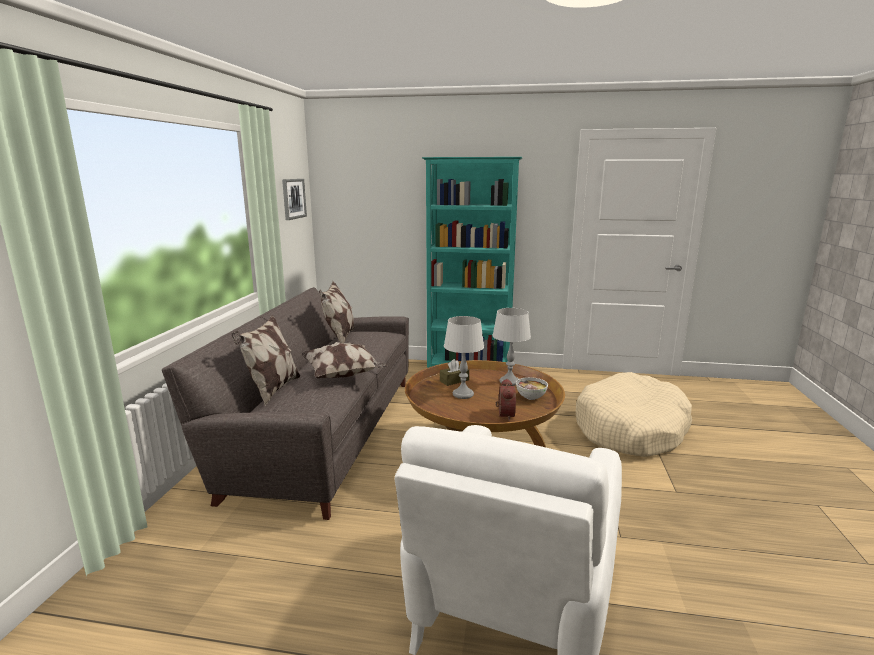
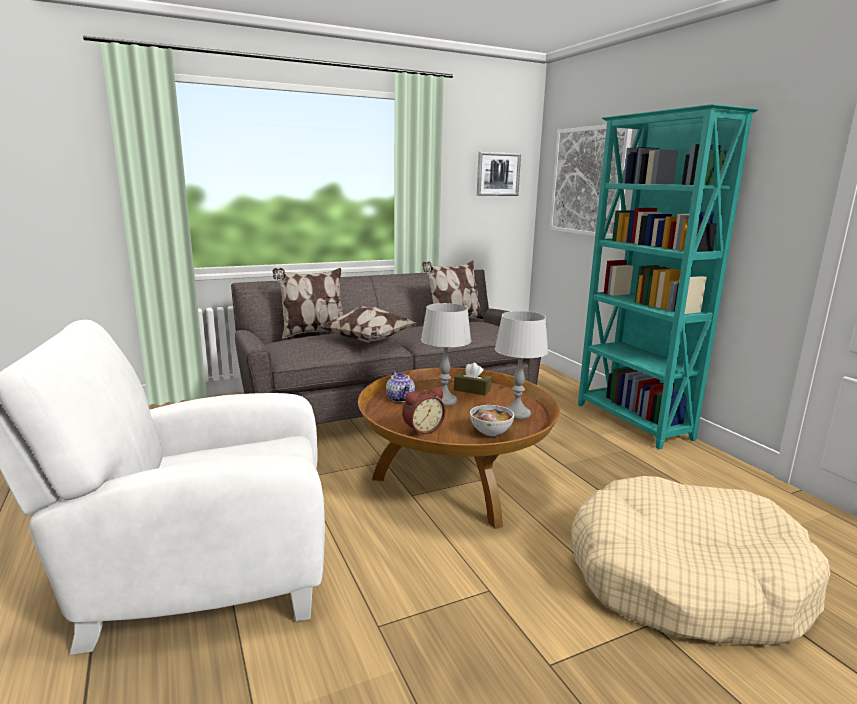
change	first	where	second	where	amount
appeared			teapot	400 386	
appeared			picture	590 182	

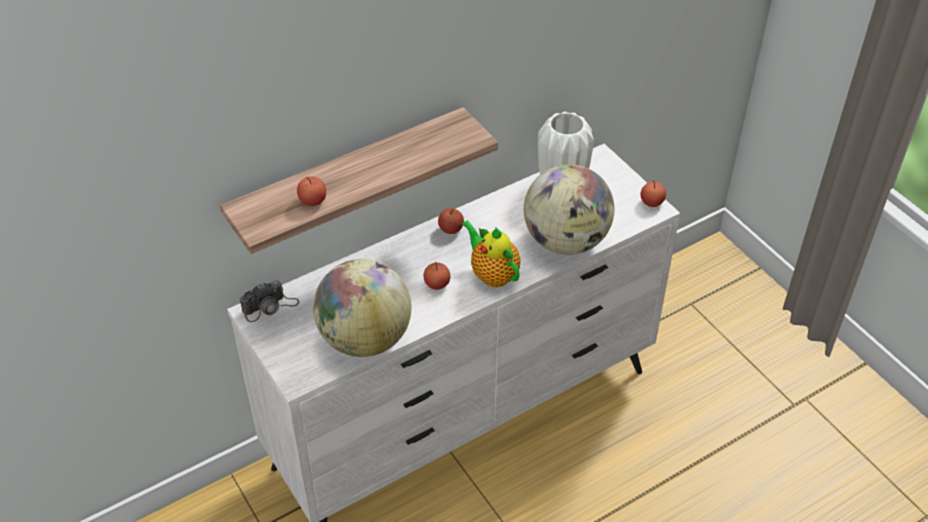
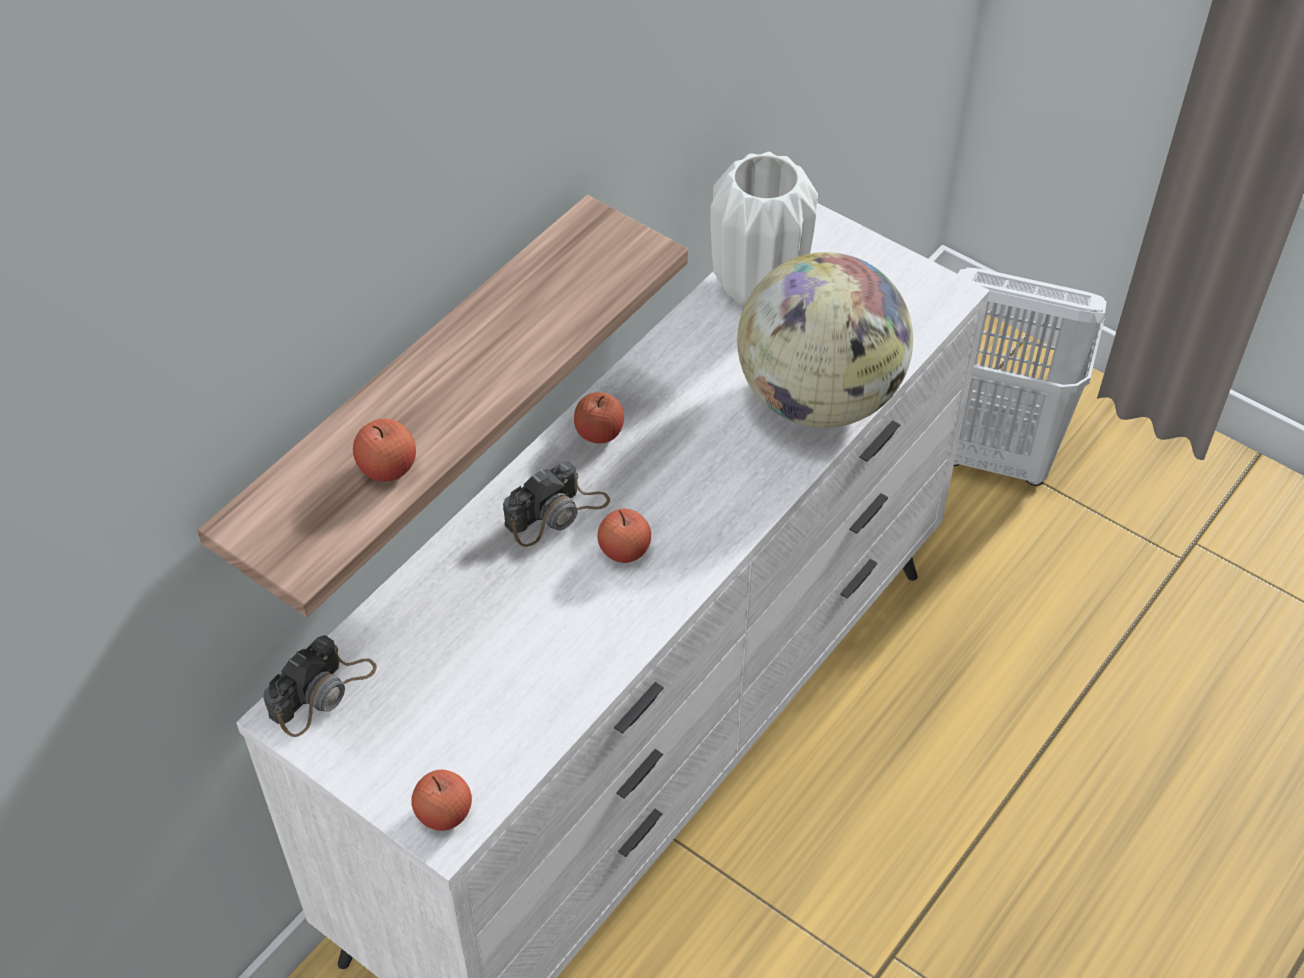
change	first	where	second	where	amount
missing	globe	362 308			
missing	teapot	490 253			
relocated	apple	653 193		442 800	
appeared			photo camera	556 504	
appeared			laundry basket in white	1030 377	

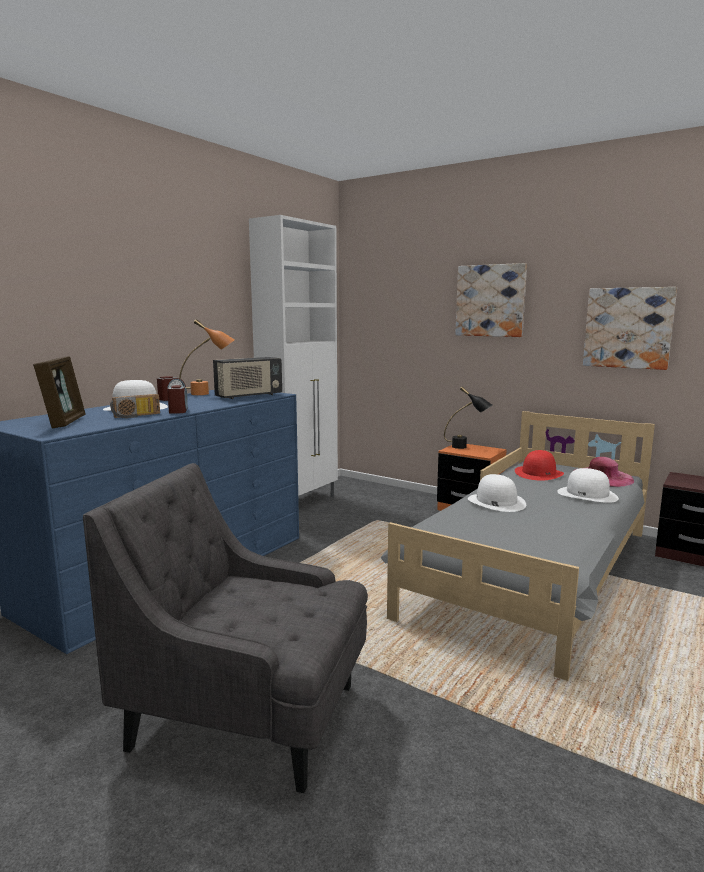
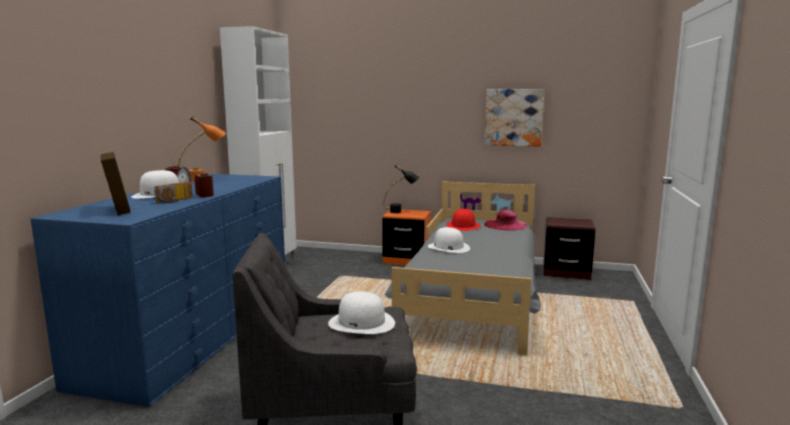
change	first	where	second	where	amount
missing	radio	247 378			
missing	picture	491 300			
relocated	hat in white	588 485		361 312	

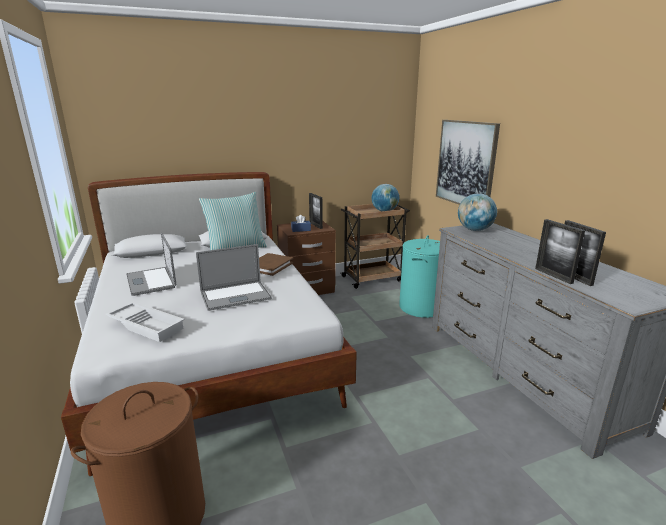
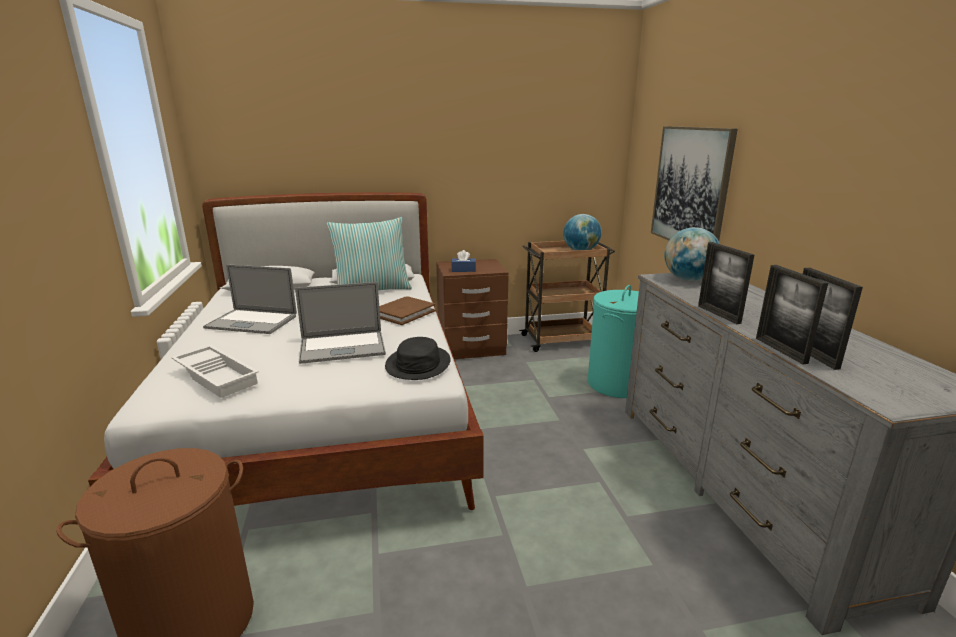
change	first	where	second	where	amount
spun	laptop	151 264		250 299	60 degrees counterclockwise
relocated	picture frame	316 211		726 283	
appeared			hat in black	418 358	

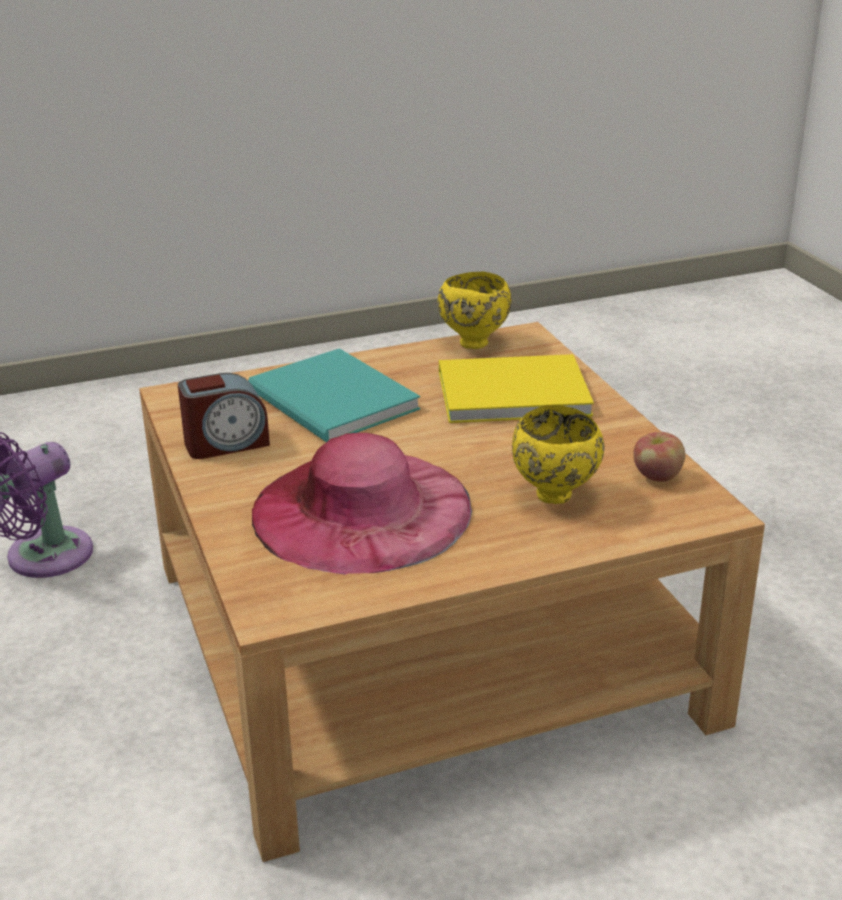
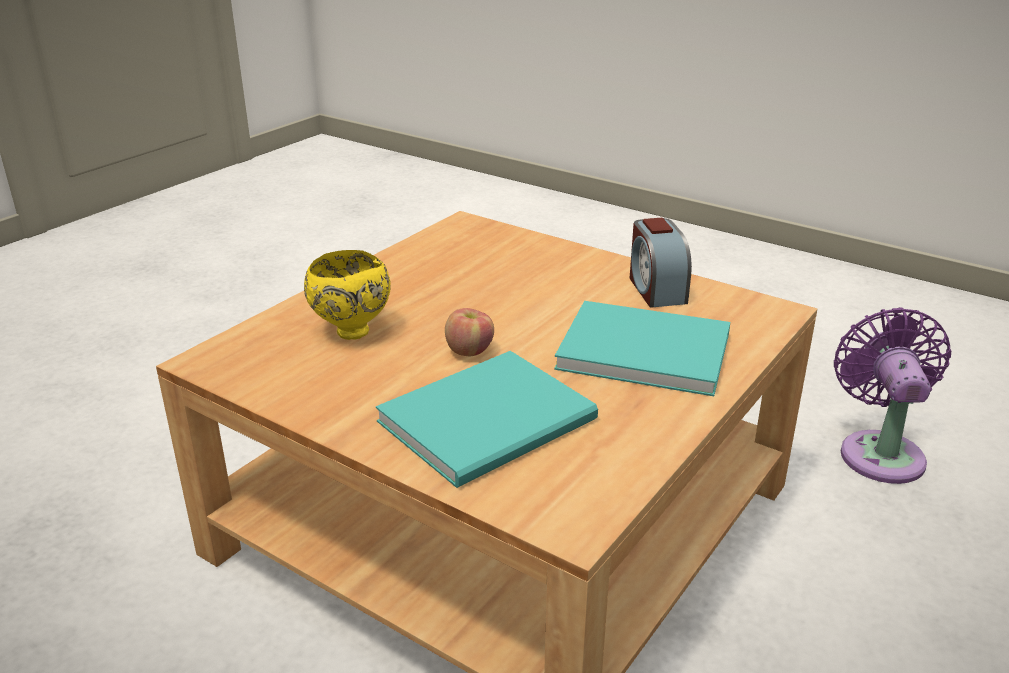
change	first	where	second	where	amount
spun	alarm clock	224 416		661 263	45 degrees counterclockwise
missing	hat in pink	362 504			
missing	bowl in yellow	475 310			
colour	book in yellow	516 388	book in turquoise	487 419	
relocated	apple	659 457		469 332	

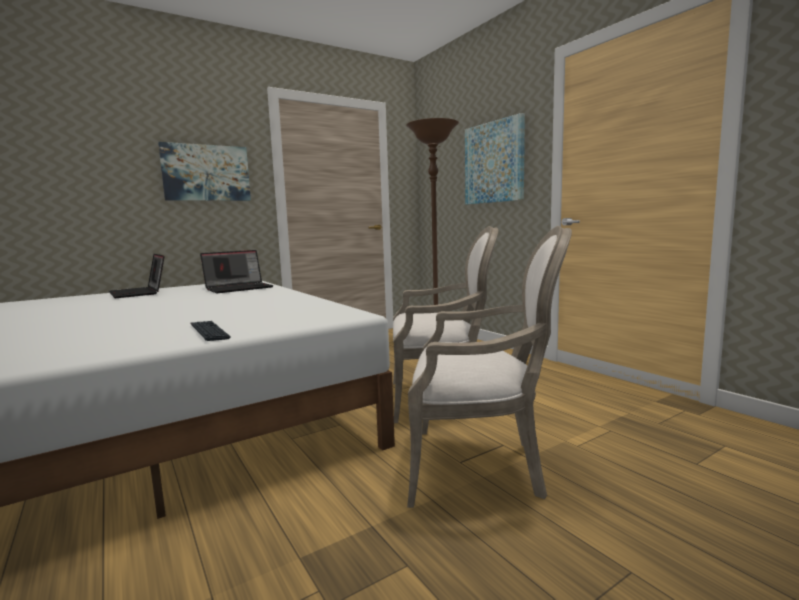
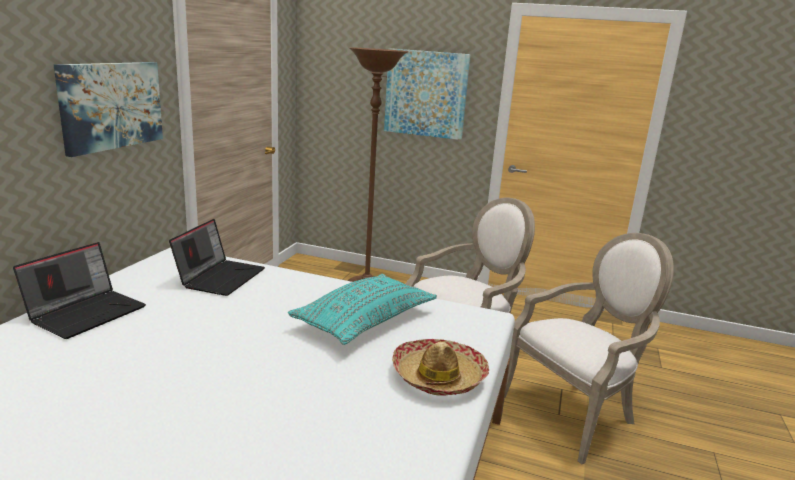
change	first	where	second	where	amount
spun	laptop	137 276		79 290	75 degrees counterclockwise
exchanged	keyboard	210 331	hat	441 367	
appeared			pillow in turquoise	362 309	

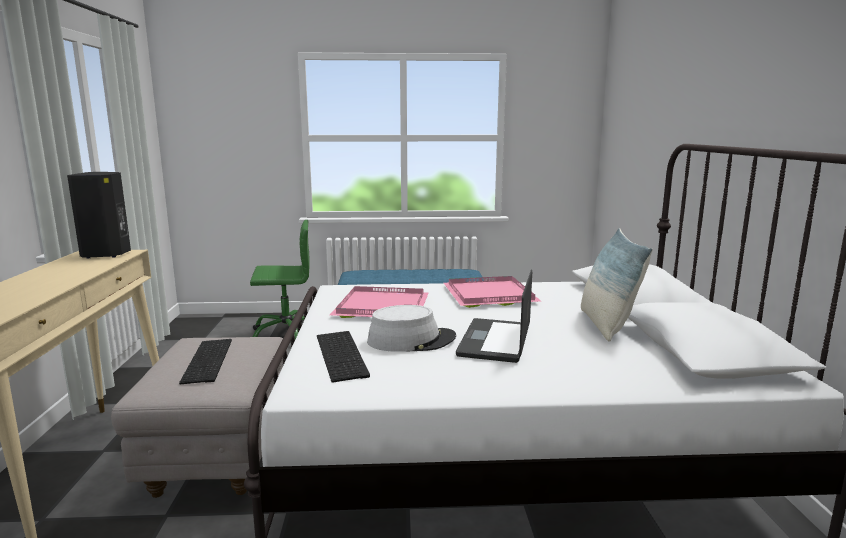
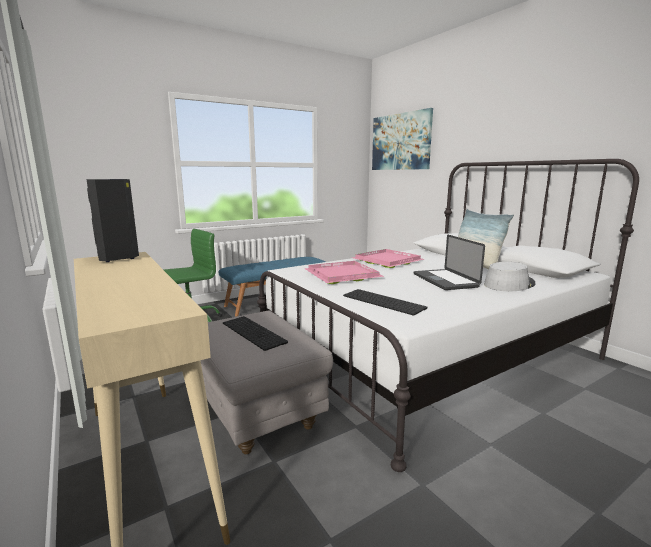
change	first	where	second	where	amount
relocated	hat in grey	411 328		510 276	
appeared			picture	402 139	

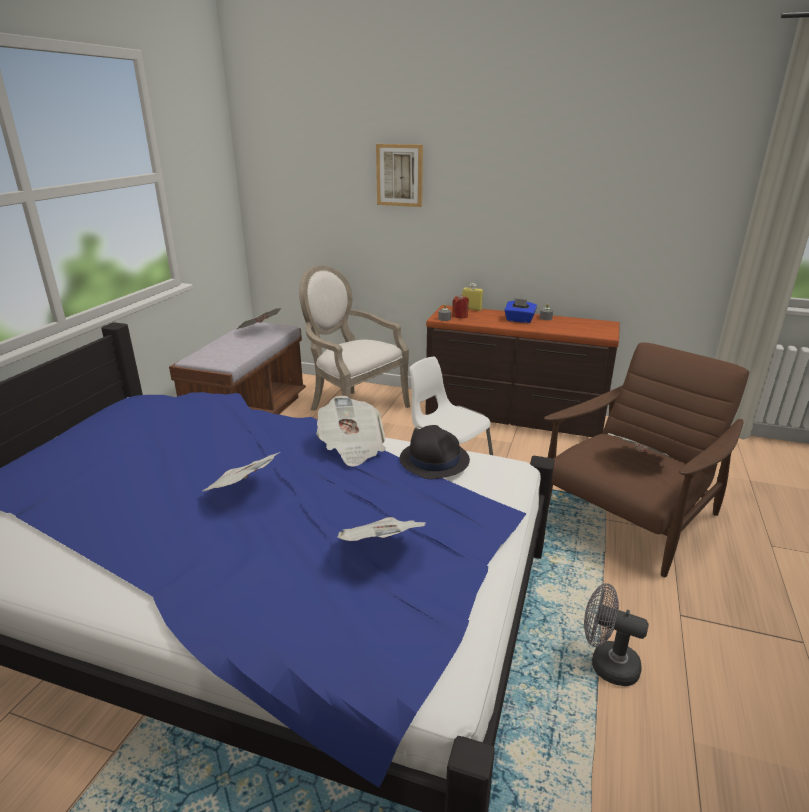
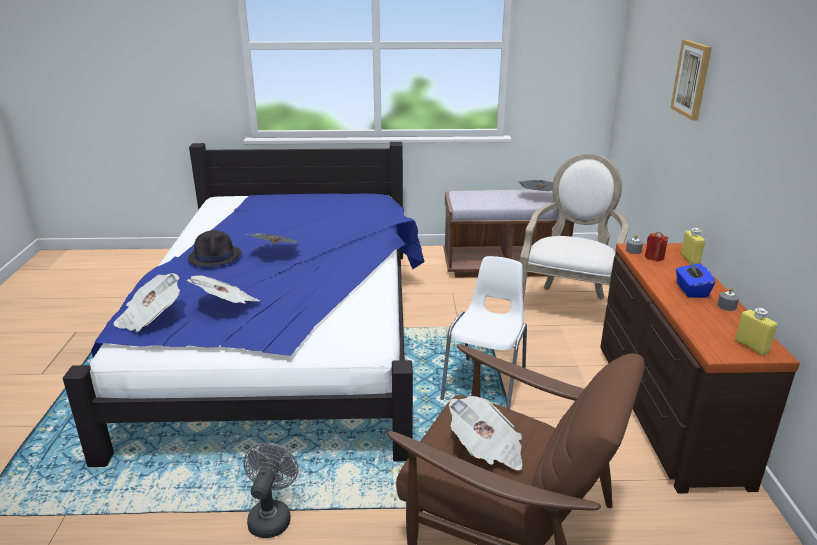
change	first	where	second	where	amount
relocated	newspaper	351 431		147 302	
relocated	hat in black	435 452		214 248	
appeared			bottle in yellow	756 332	

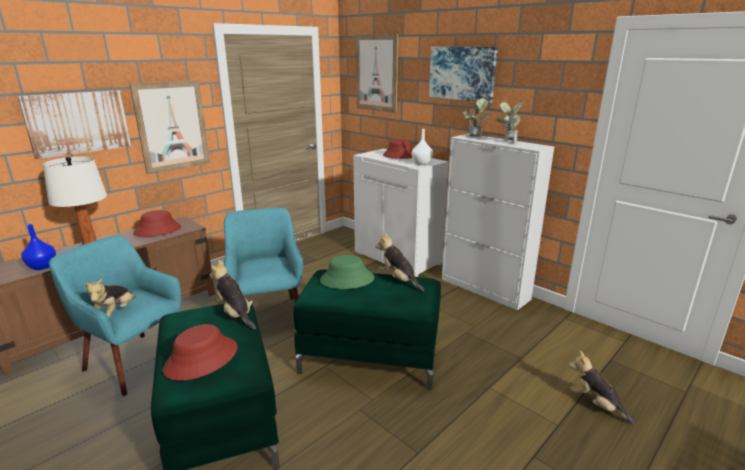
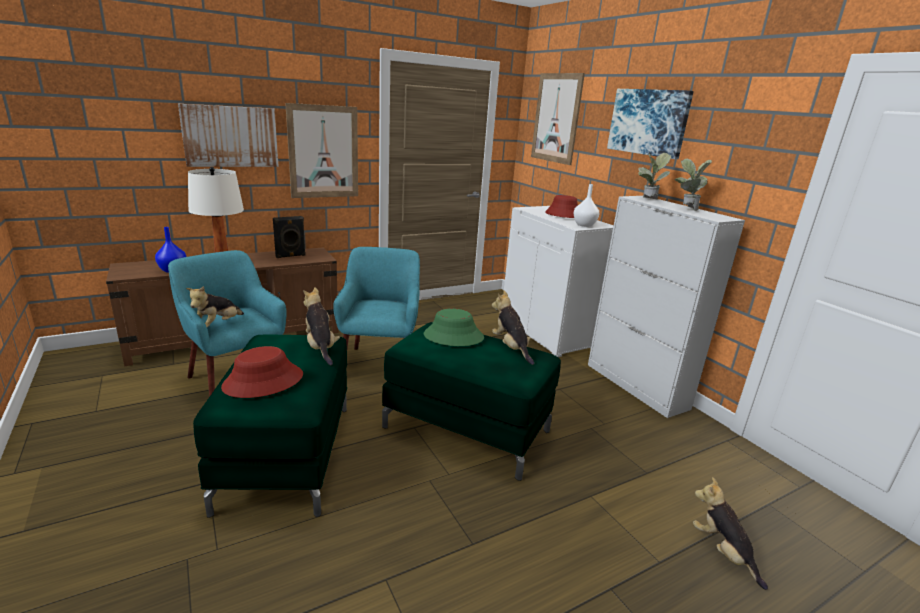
change	first	where	second	where	amount
exchanged	hat in red	157 223	speaker in black	289 237	

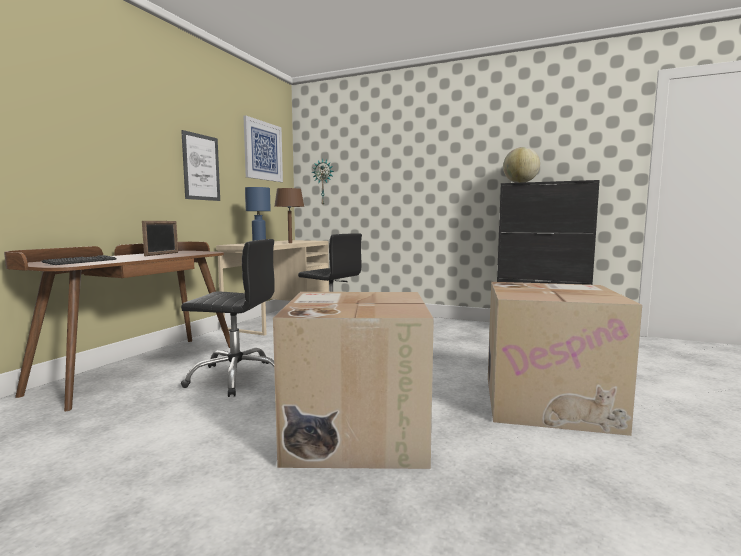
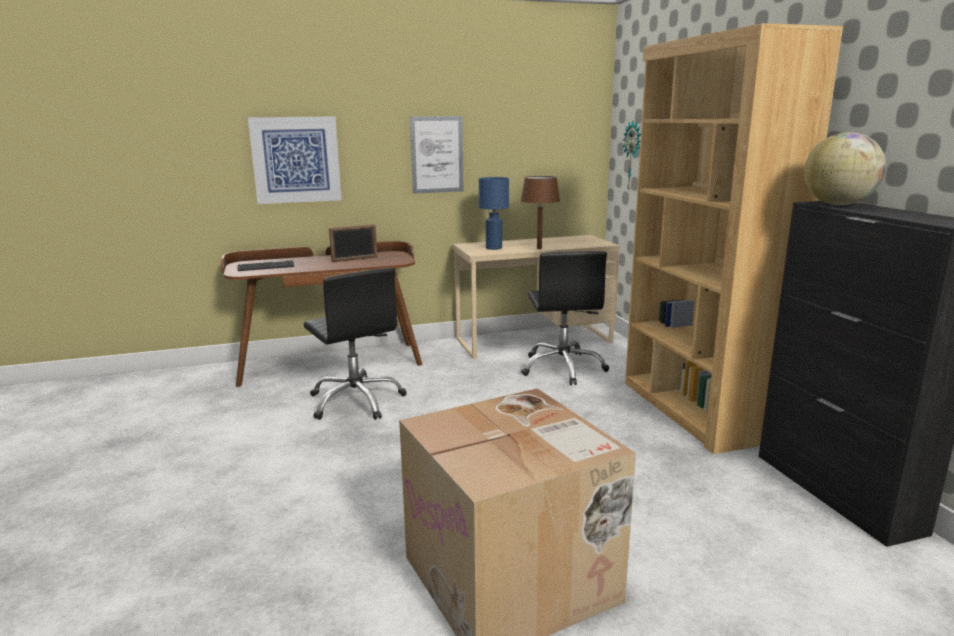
change	first	where	second	where	amount
relocated	picture	263 149		295 160	
missing	cardboard box	353 380			
appeared			bookcase in brown	734 238	

